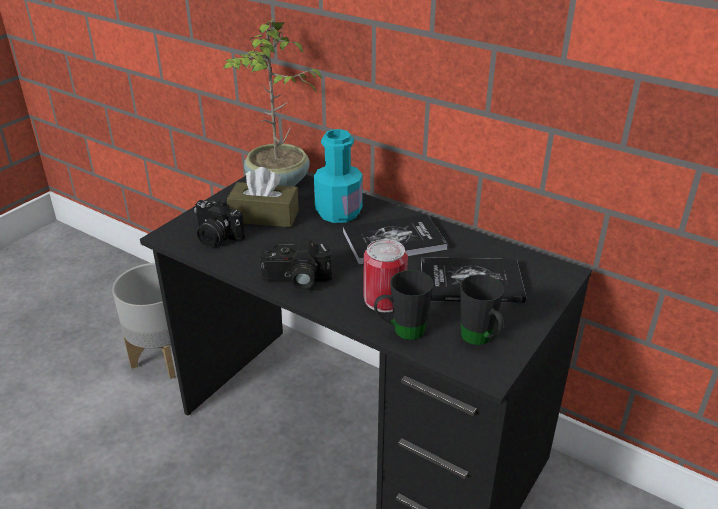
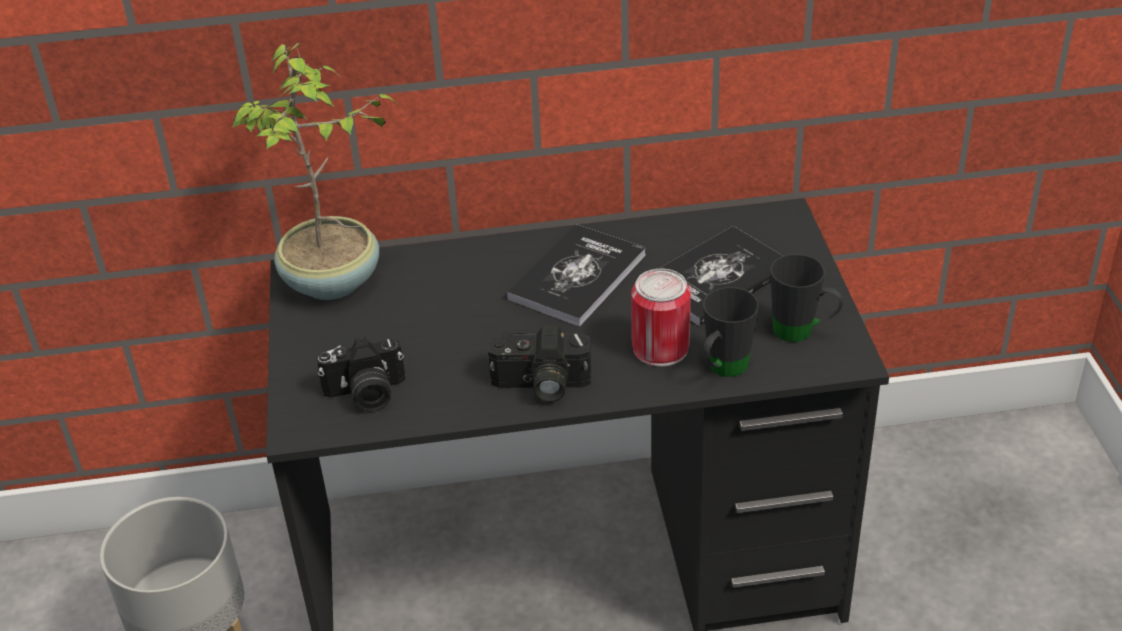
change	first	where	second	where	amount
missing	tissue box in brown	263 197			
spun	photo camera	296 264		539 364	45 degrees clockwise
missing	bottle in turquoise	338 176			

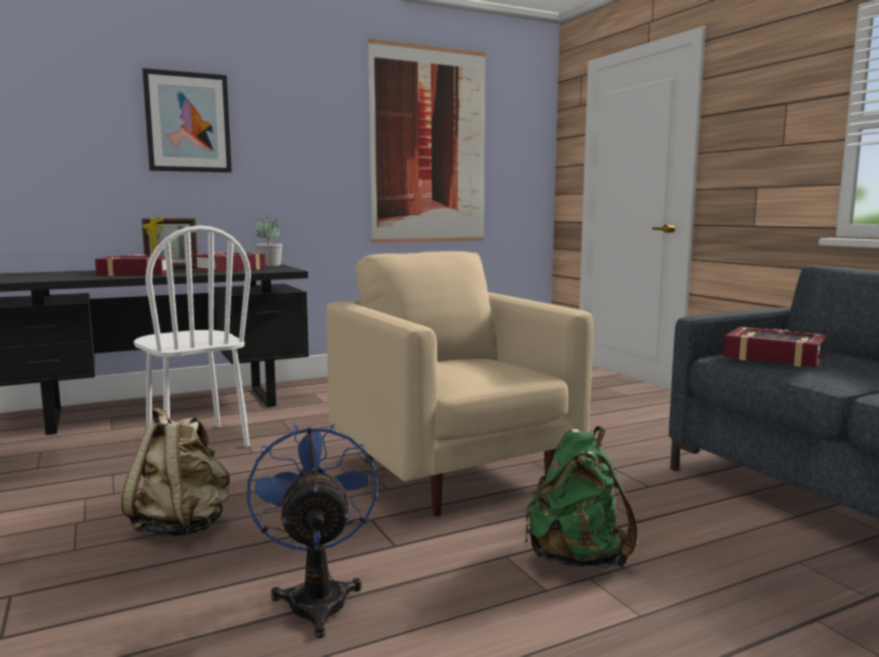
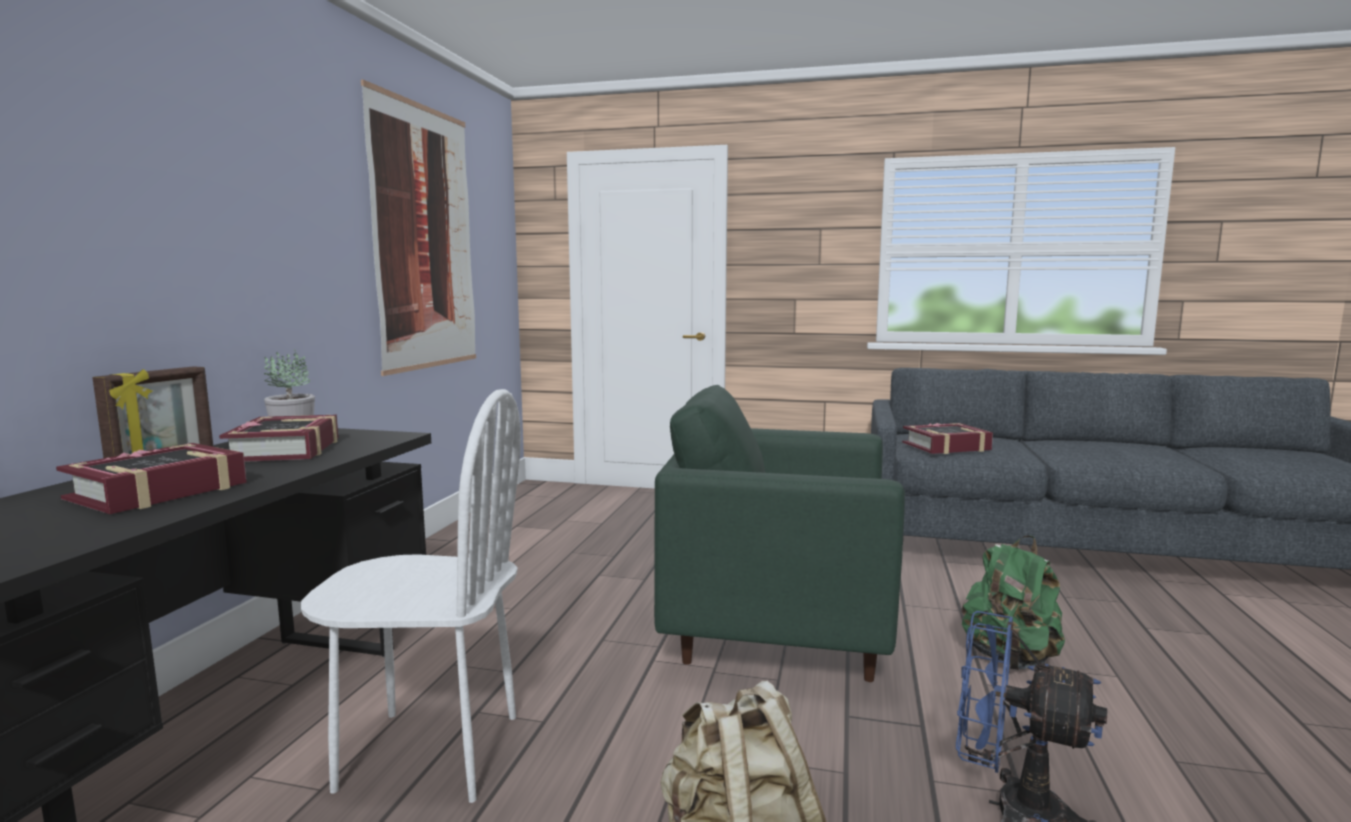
change	first	where	second	where	amount
missing	picture	187 120			
colour	armchair in beige	460 383	armchair in green	779 533	

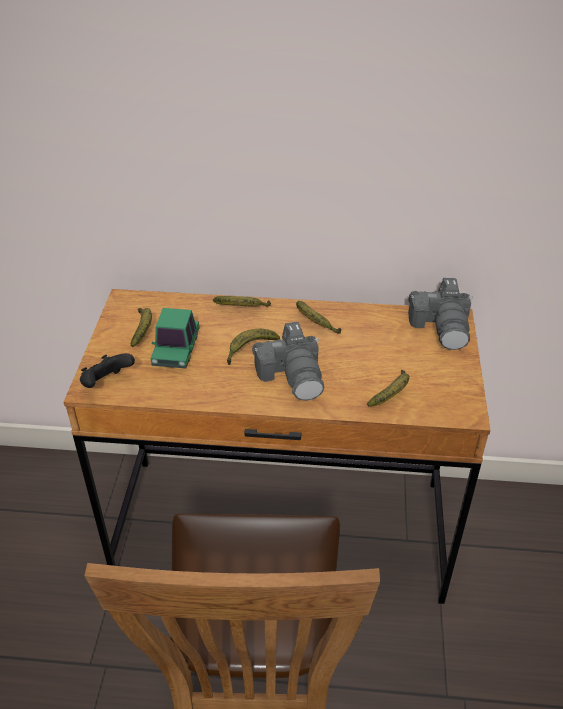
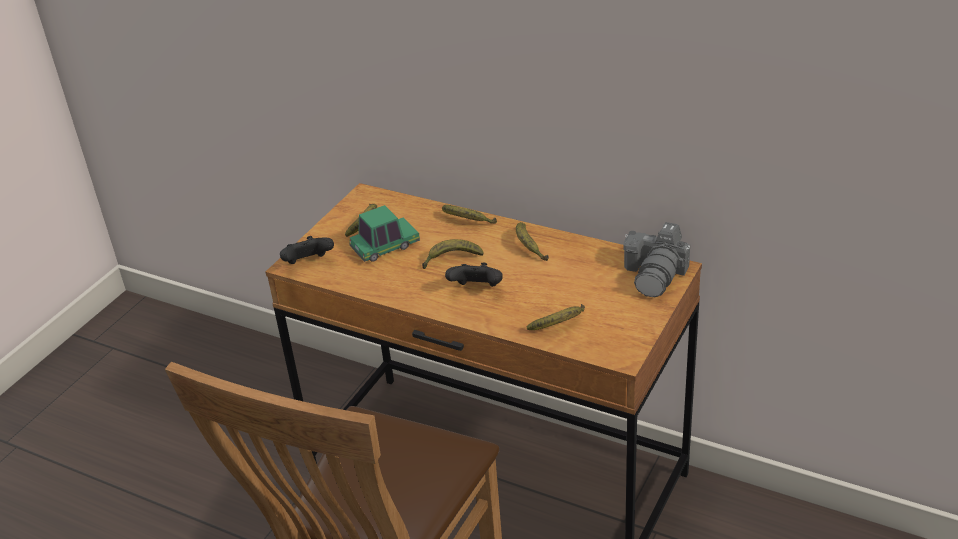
change	first	where	second	where	amount
spun	toy car	175 338		385 233	150 degrees counterclockwise
exchanged	photo camera	288 361	game controller in black	474 274	

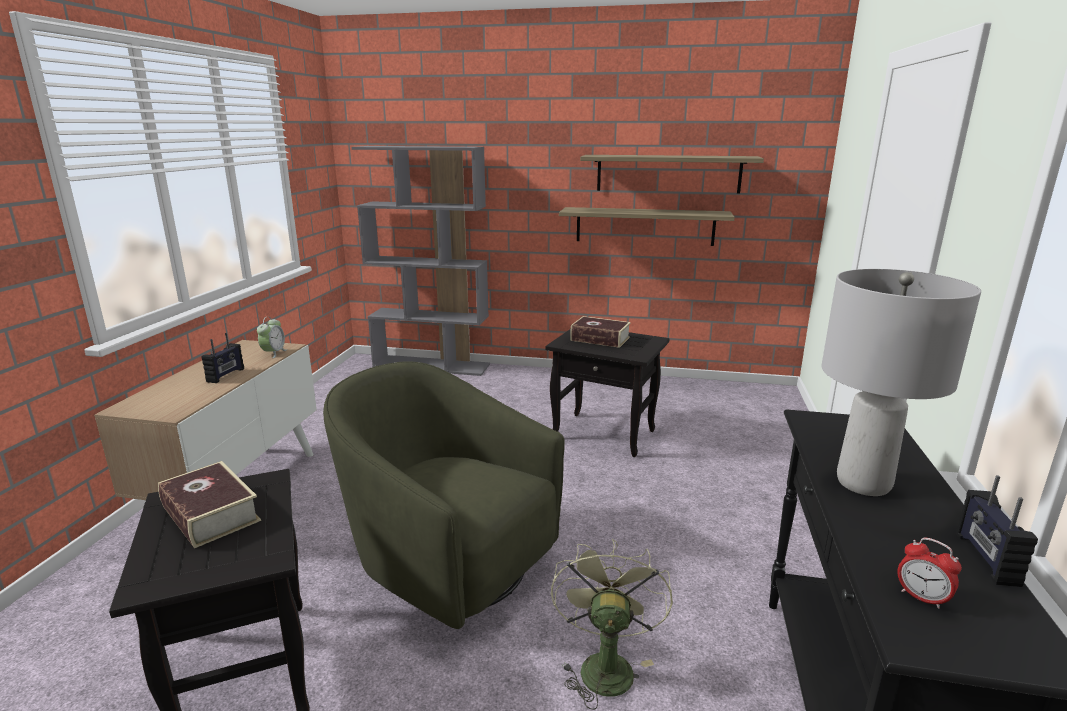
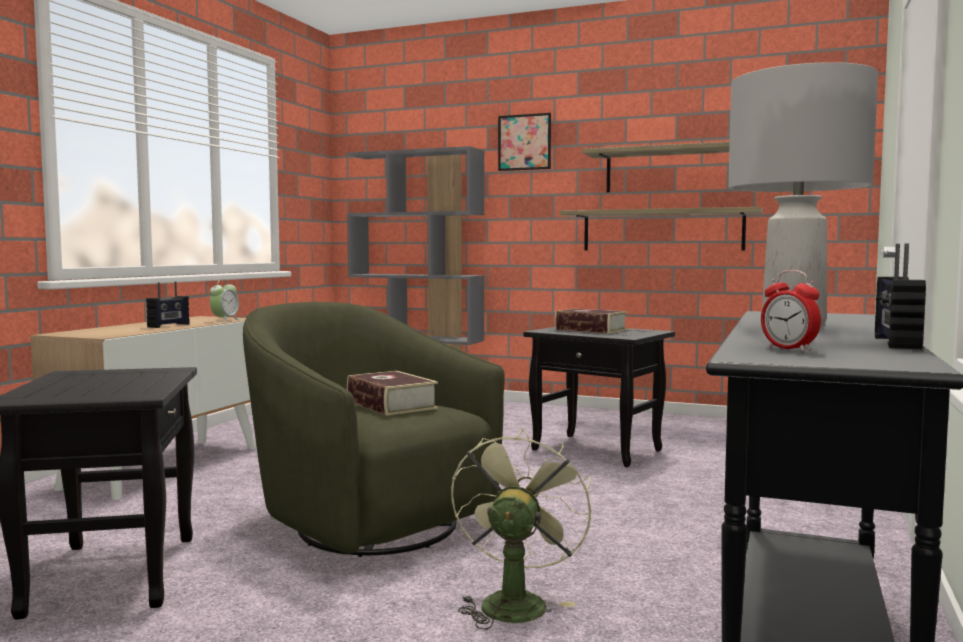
change	first	where	second	where	amount
relocated	book	209 504		392 393	
appeared			picture	524 142	

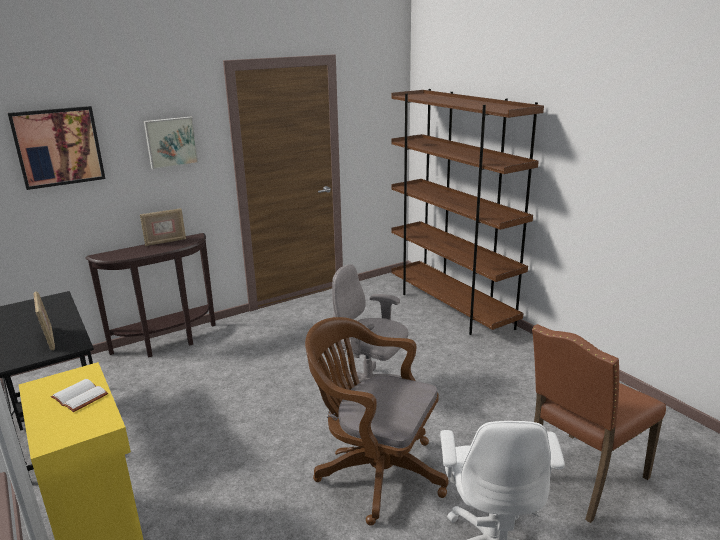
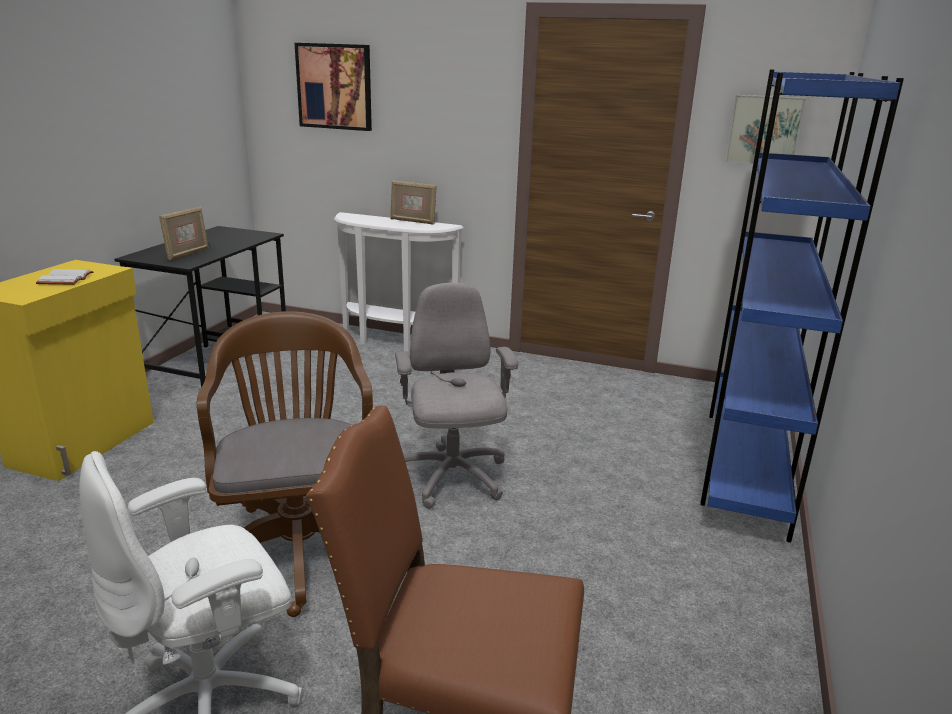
change	first	where	second	where	amount
colour	console table in brown	150 295	console table in white	399 282	
relocated	picture	171 143		765 129	
colour	bookcase in brown	467 212	bookcase in blue	802 306	

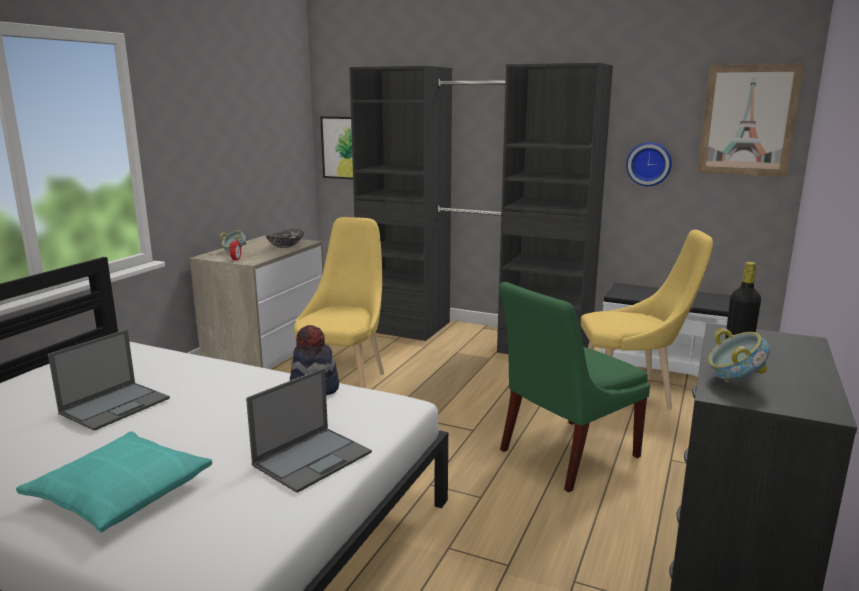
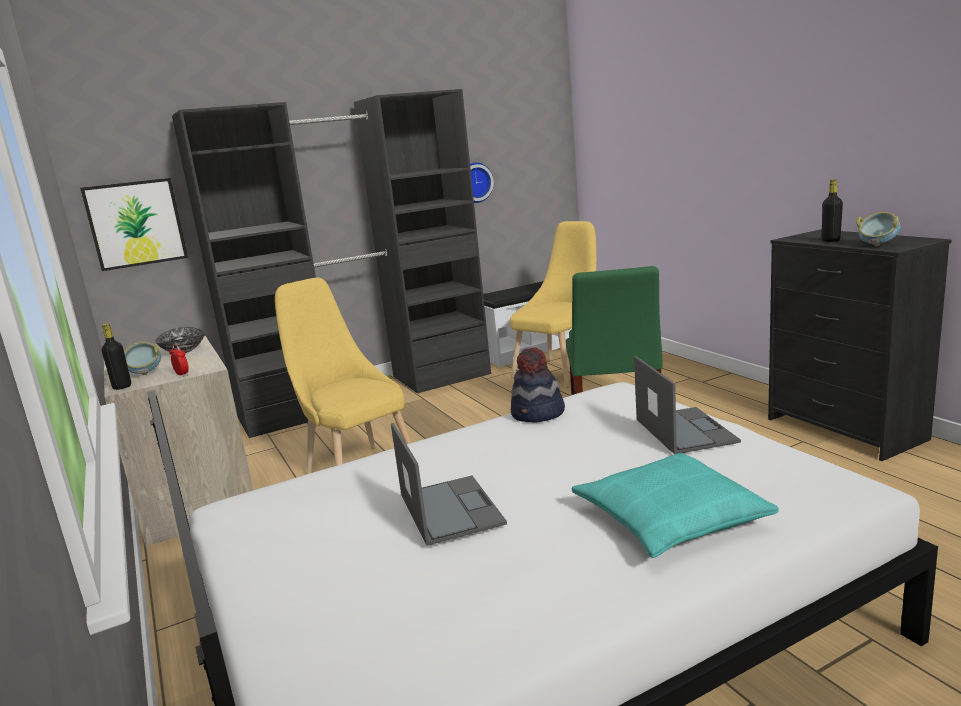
change	first	where	second	where	amount
missing	picture	751 120			
appeared			bottle in black	116 356	

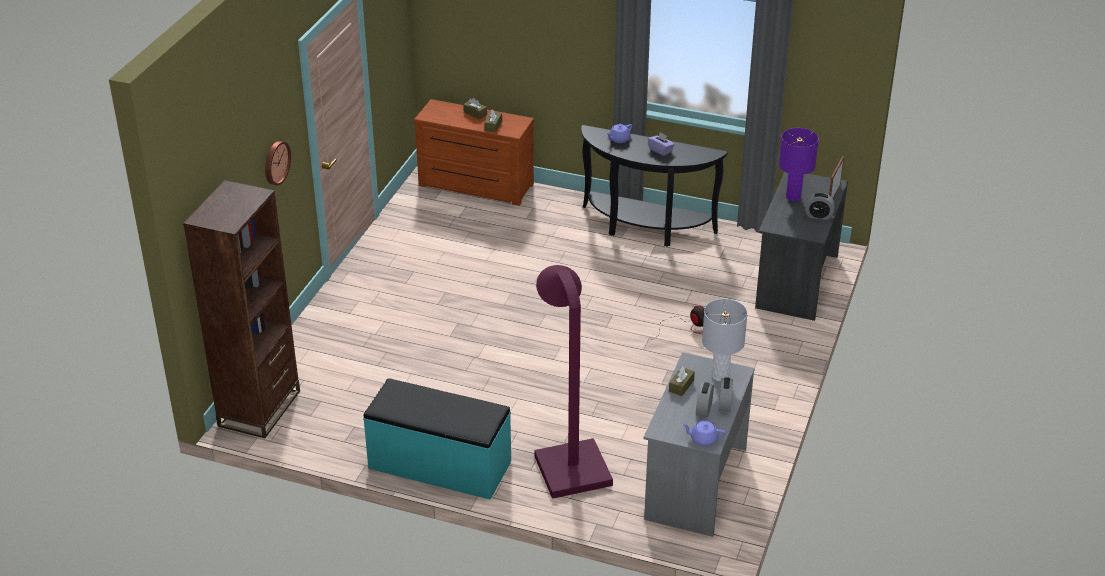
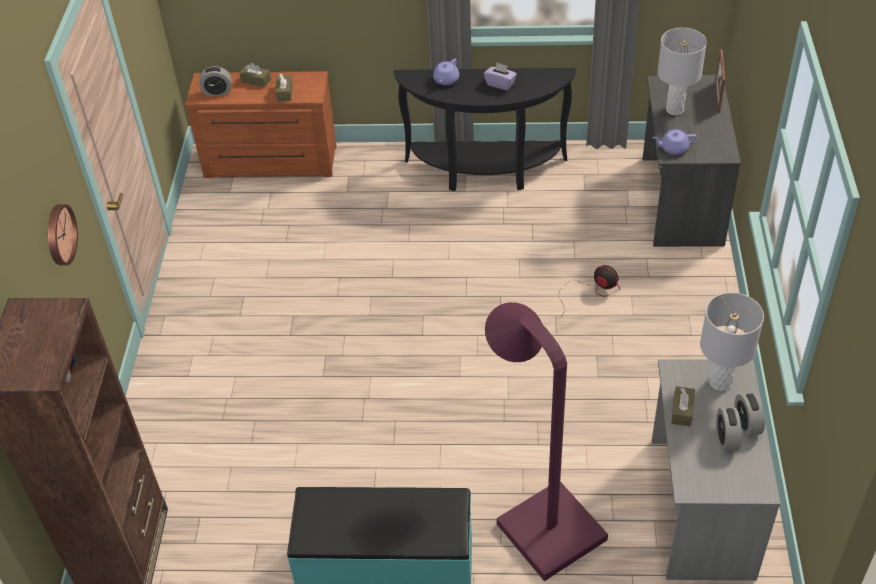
change	first	where	second	where	amount
relocated	teapot in purple	704 433		674 142	
colour	table lamp in purple	799 164	table lamp in grey	682 71	
relocated	alarm clock	820 206		215 81	

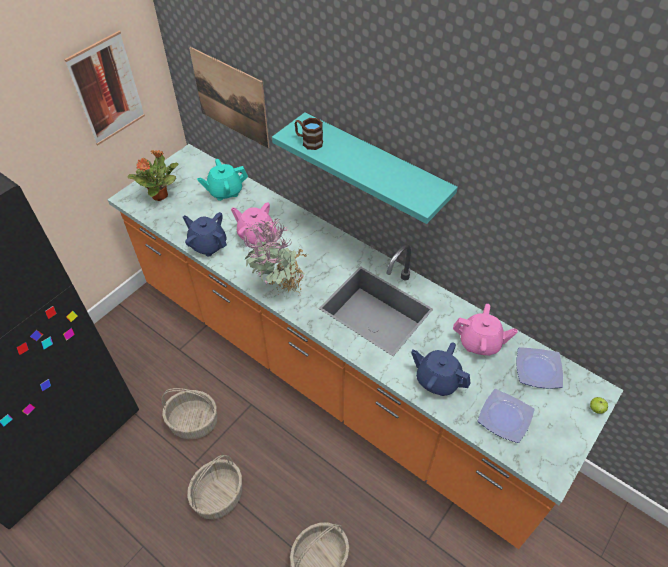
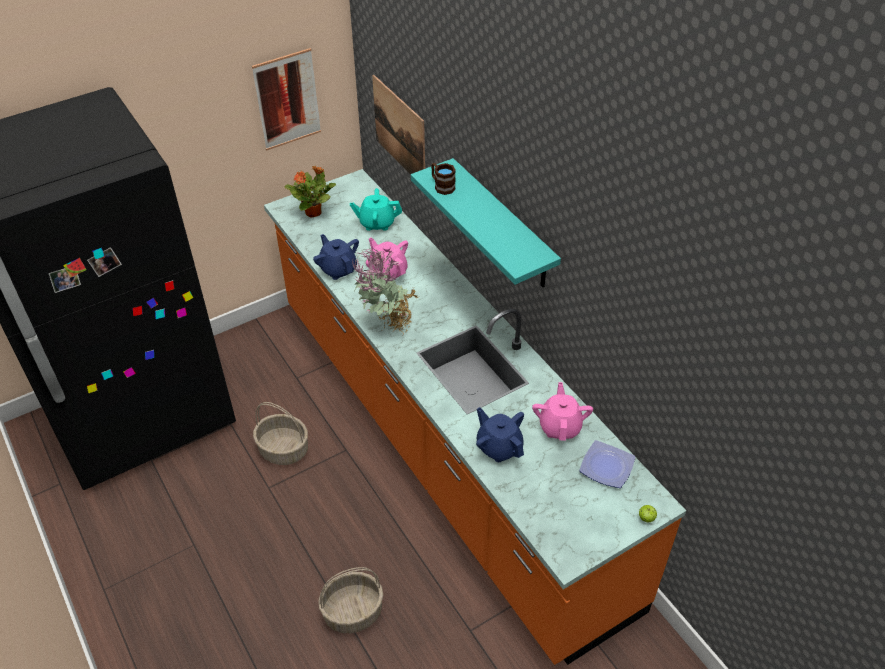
change	first	where	second	where	amount
missing	basket	214 487			
spun	teapot in pink	485 330		562 411	120 degrees counterclockwise
missing	plate	506 416			

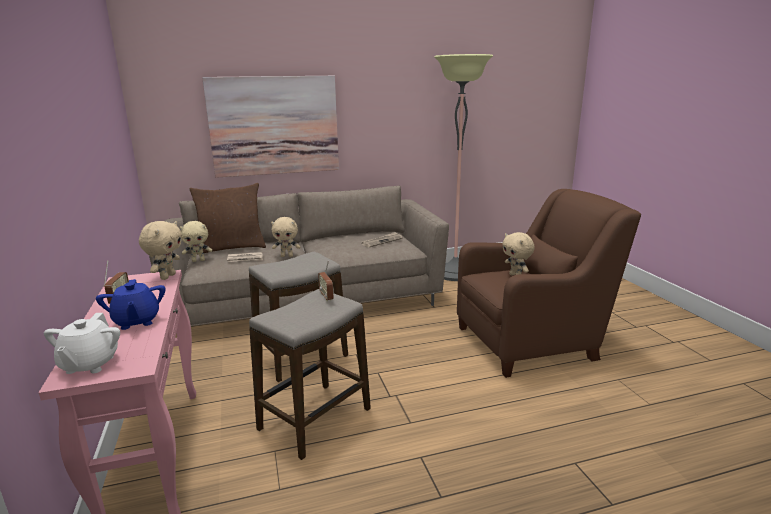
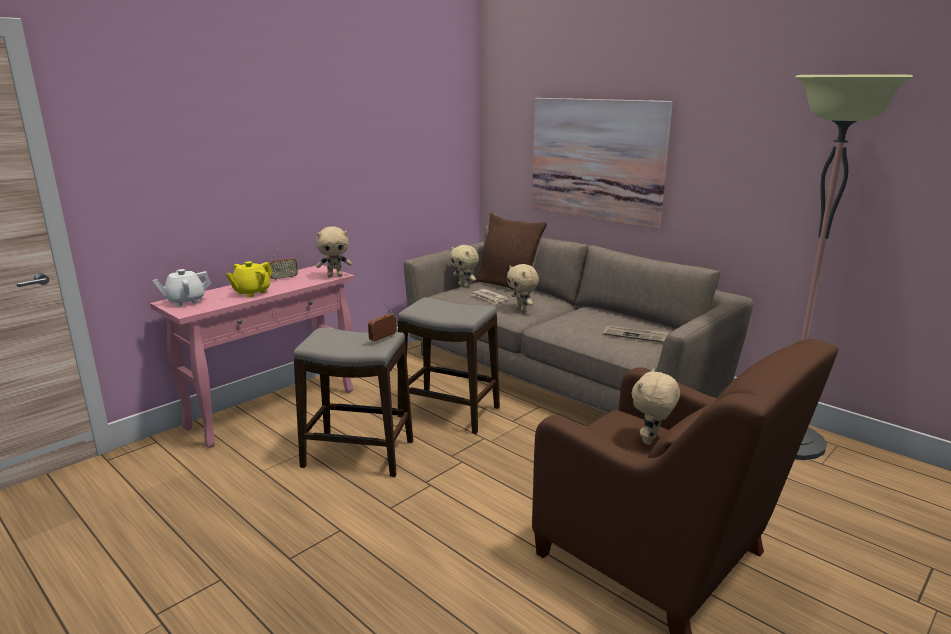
change	first	where	second	where	amount
colour	teapot in blue	131 304	teapot in yellow	249 279	

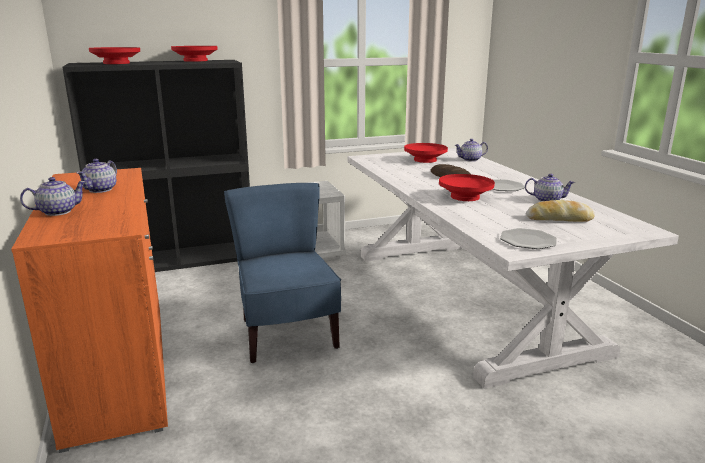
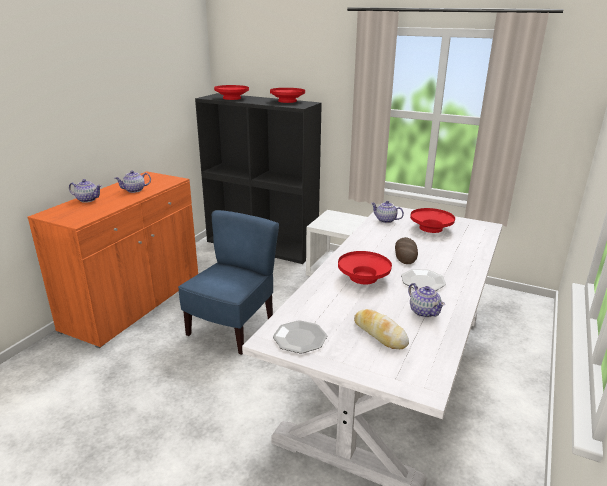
change	first	where	second	where	amount
relocated	teapot	471 150		387 212	

